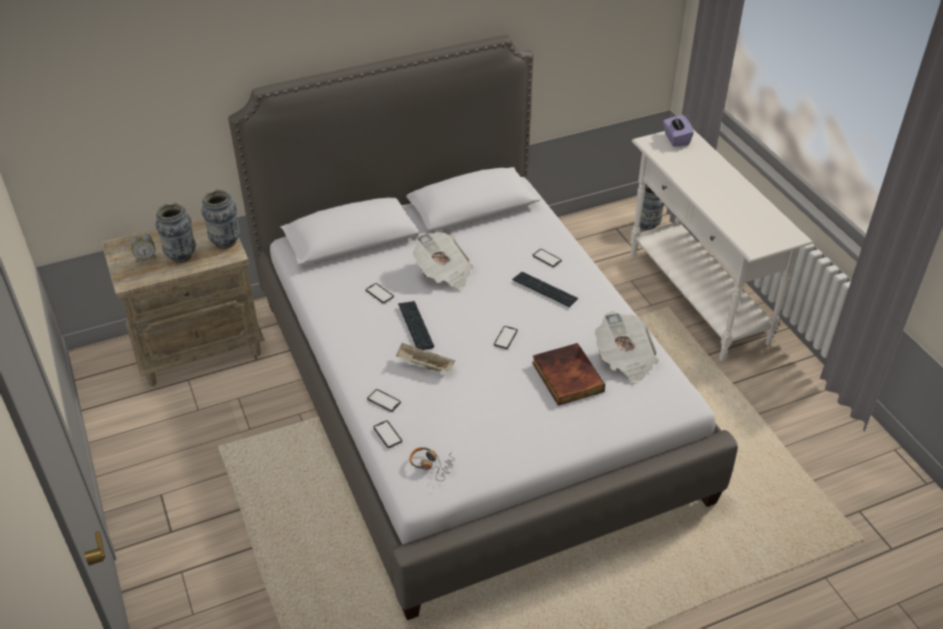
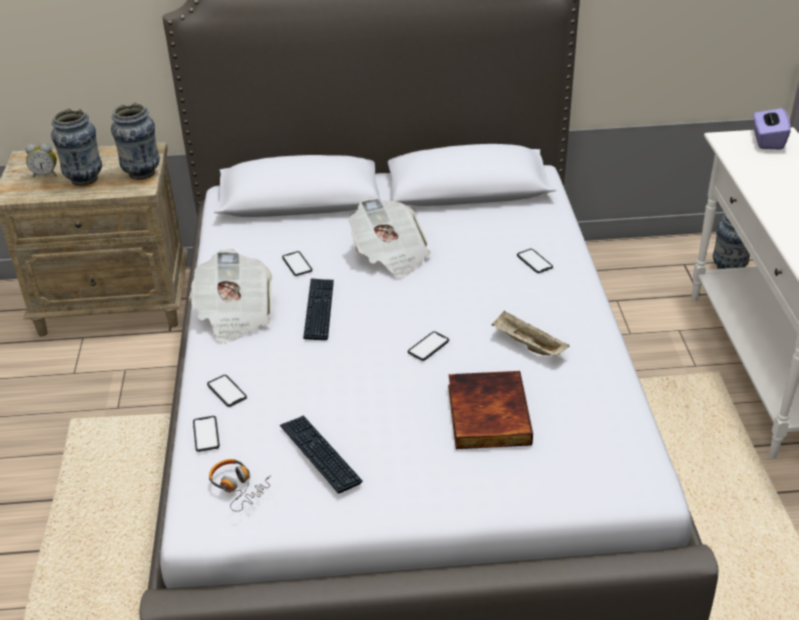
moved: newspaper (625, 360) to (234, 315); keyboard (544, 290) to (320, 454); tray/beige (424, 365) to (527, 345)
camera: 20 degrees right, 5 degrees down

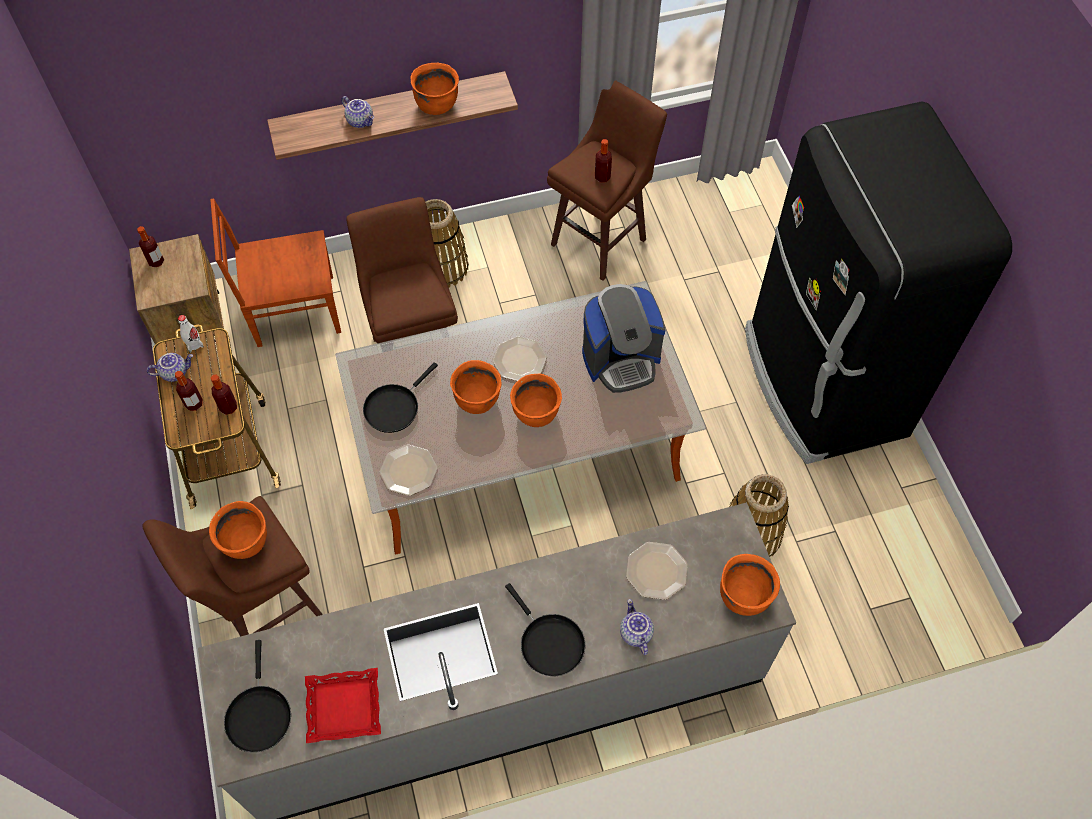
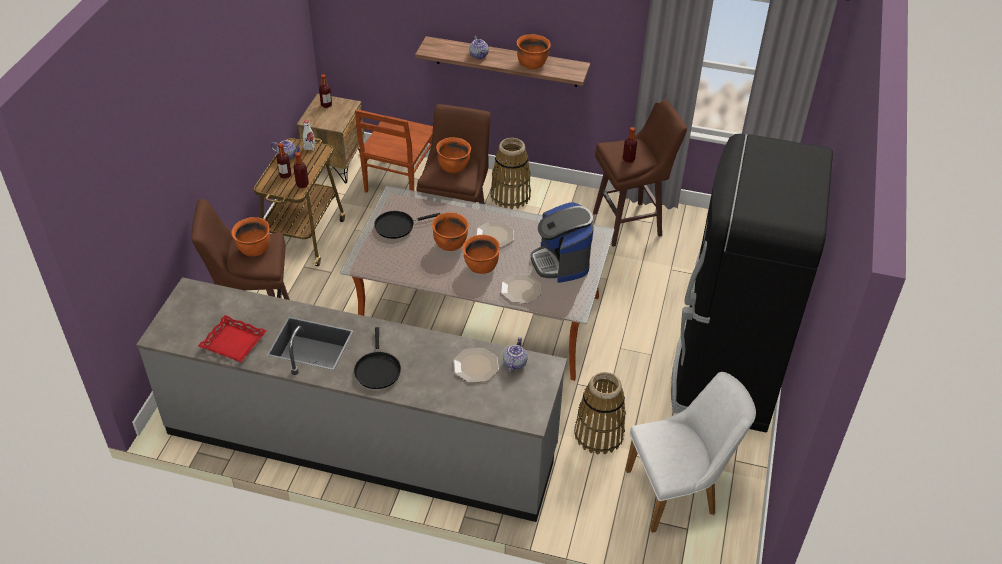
removed: frying pan/black (259, 715)
added: chair/white (679, 491)
moved: cooking pot/orange (743, 596) to (454, 167); plate (408, 471) to (520, 290); teapot (635, 633) to (514, 363)
turned: chair/brown (292, 311) = (399, 181) 90 degrees counterclockwise; coffee machine (621, 359) = (561, 262) 60 degrees clockwise
camera: 30 degrees right, 15 degrees down

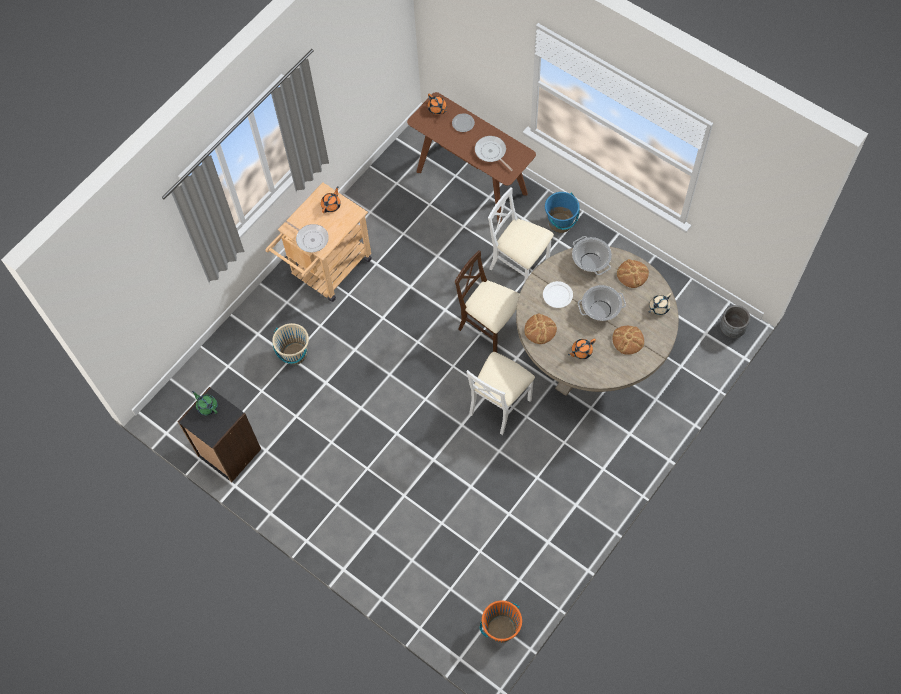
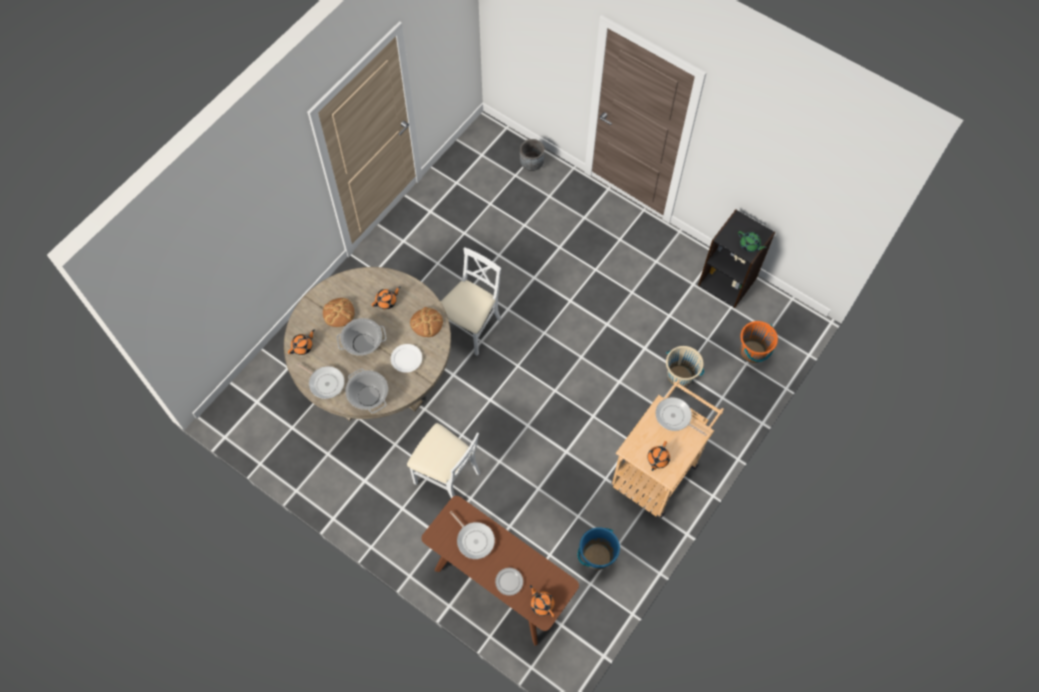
removed: chair/beige (489, 327)
moved: planter/grey (731, 329) to (532, 164); bucket/blue (560, 223) to (596, 556); bucket/orange (501, 628) to (752, 352)
replaced: bread (632, 274) to frying pan (325, 382)
recoloured: teapot/beige (658, 307) to teapot/orange (303, 346)
camera: 175 degrees right, 0 degrees up

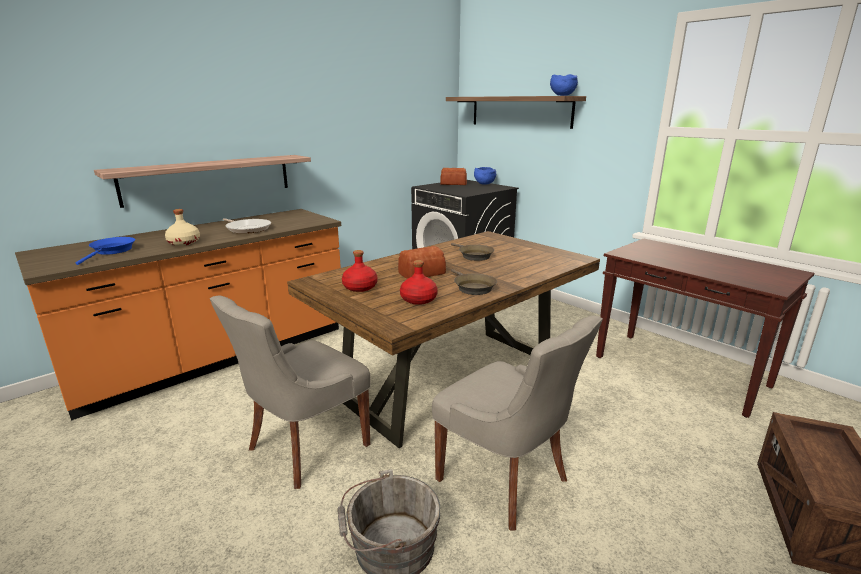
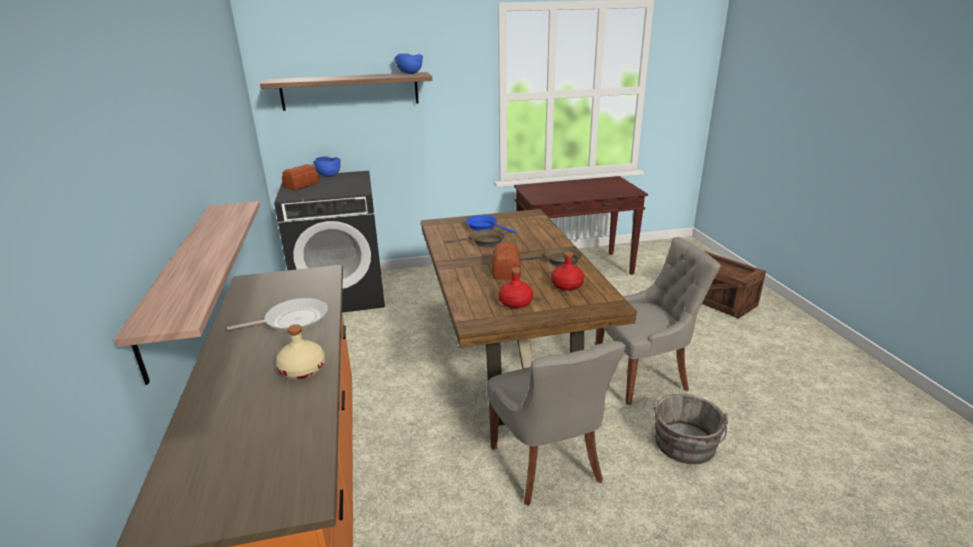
moved: frying pan/blue (112, 251) to (484, 227)
camera: 60 degrees left, 5 degrees up

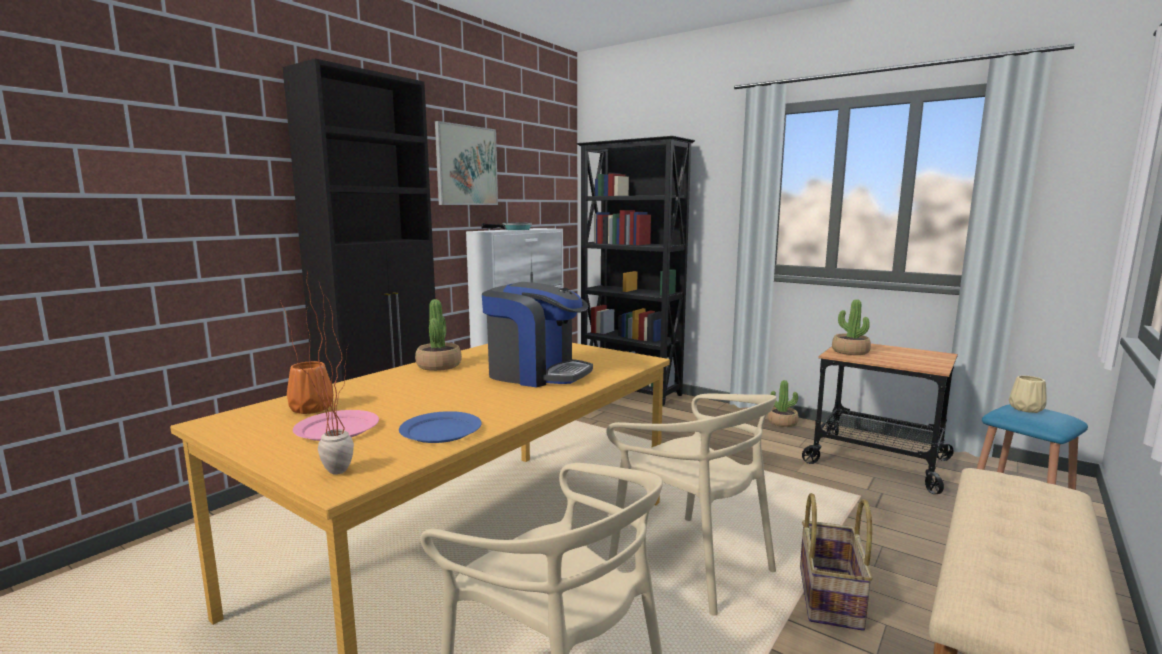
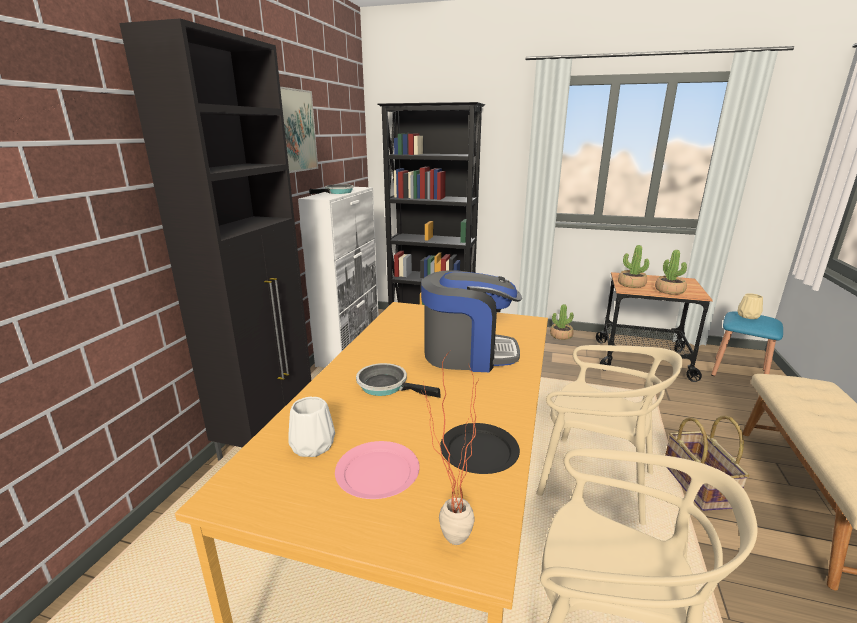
added: frying pan (386, 386)
moved: potted plant (439, 366) to (669, 290)
recoloured: vase/orange (310, 409) to vase/white (312, 447); plate/blue (441, 430) to plate/black (479, 450)
camera: 20 degrees left, 10 degrees up

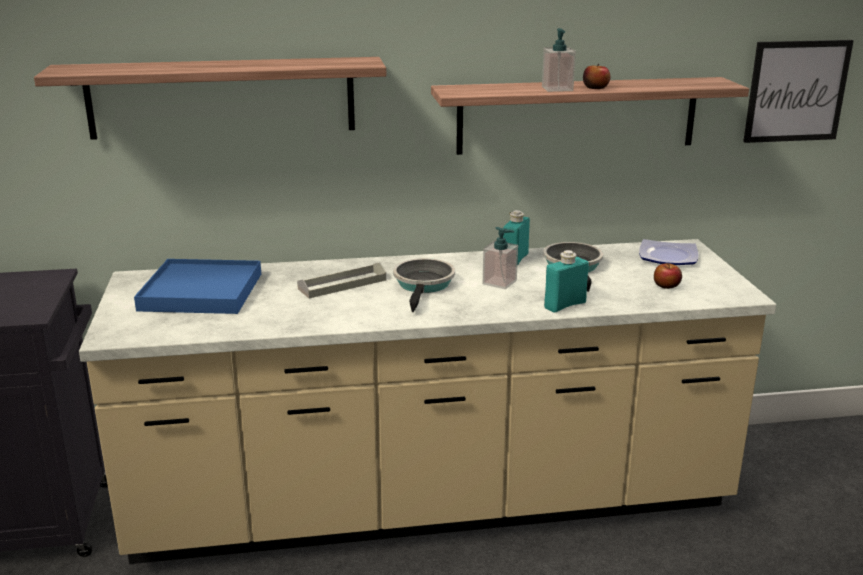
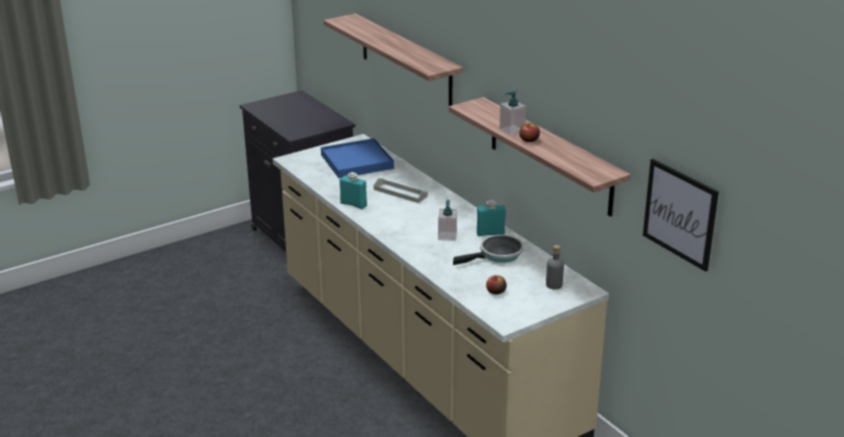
removed: frying pan (424, 285)
moved: bottle/turquoise (565, 305) to (353, 204)
replaced: plate (667, 256) to bottle/grey (554, 285)
camera: 65 degrees right, 5 degrees up

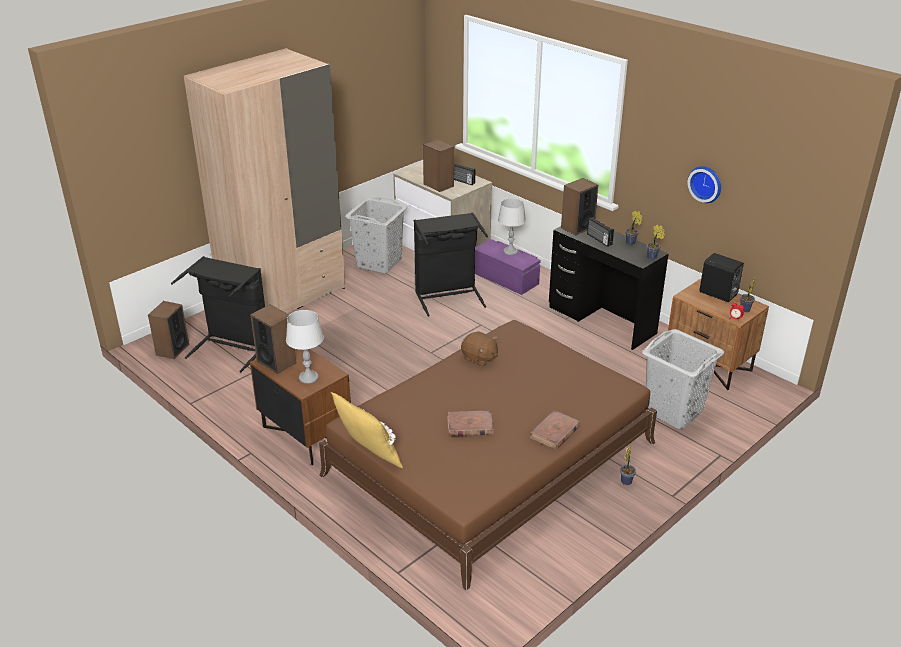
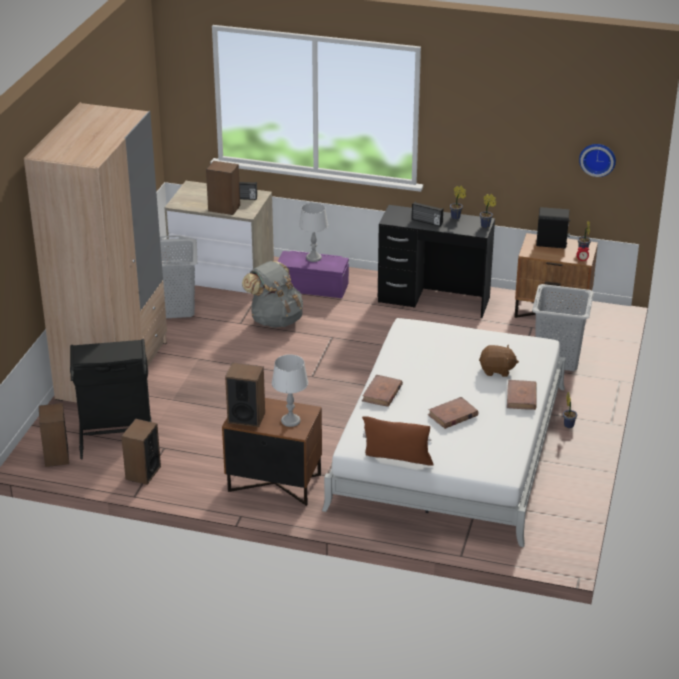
added: book/brown (382, 393)
moved: speaker (577, 227) to (143, 473); plush toy/brown (479, 358) to (497, 370); wall clock (706, 183) to (597, 159)
replaced: laundry basket/black (448, 296) to backpack/grey (275, 319)
recoloured: bed/brown (491, 458) to bed/white (450, 446); pillow/yellow (368, 456) to pillow/brown (396, 466)
camera: 30 degrees left, 0 degrees up

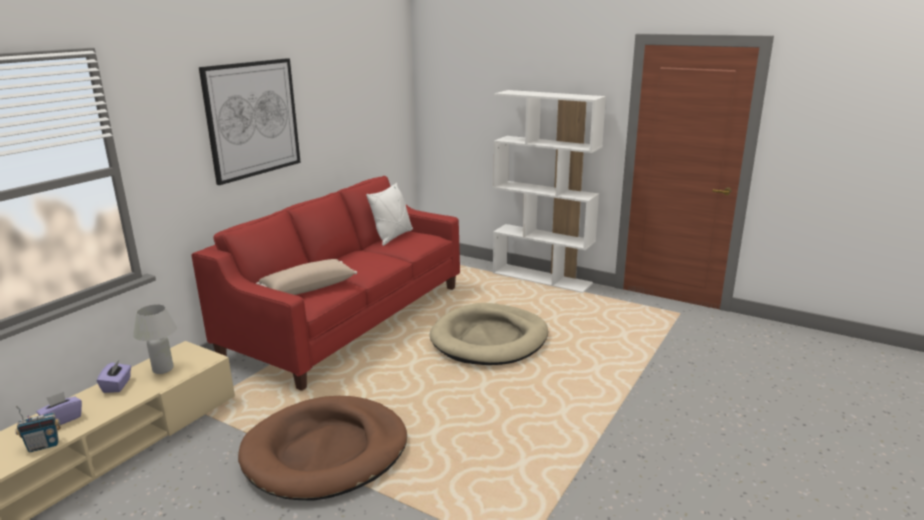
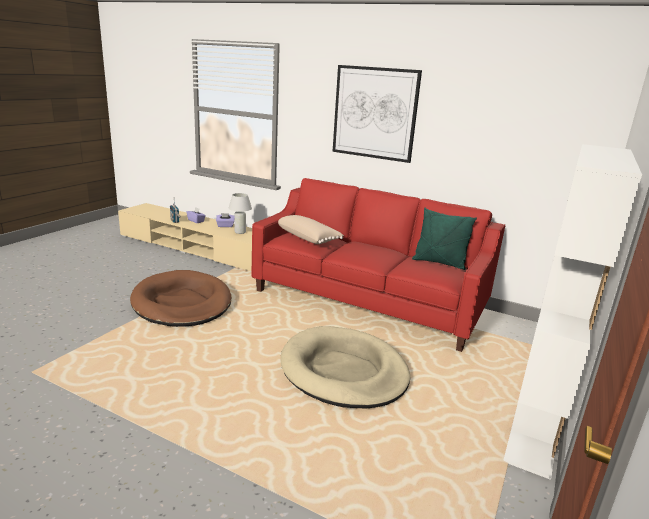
recoloured: pillow/white (392, 237) to pillow/green (439, 263)
camera: 85 degrees right, 0 degrees up

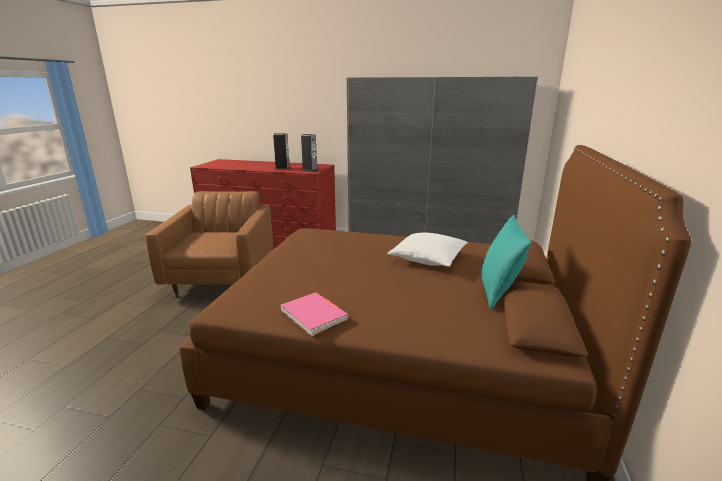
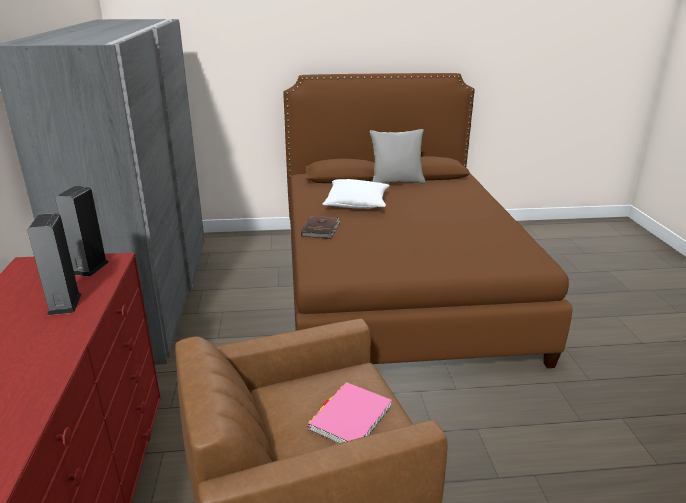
added: book/brown (321, 229)
moved: book/pink (314, 315) to (350, 418)
recoloured: pillow/turquoise (498, 292) to pillow/grey (396, 182)
camera: 110 degrees left, 5 degrees up

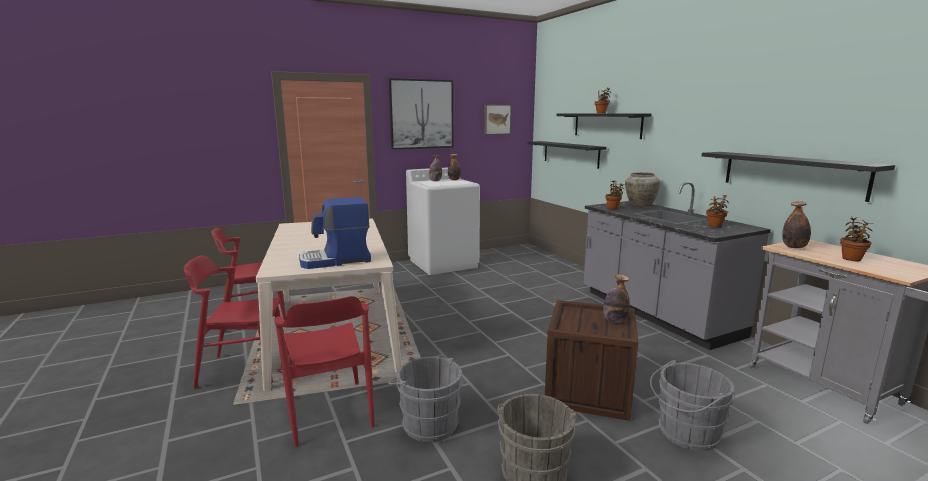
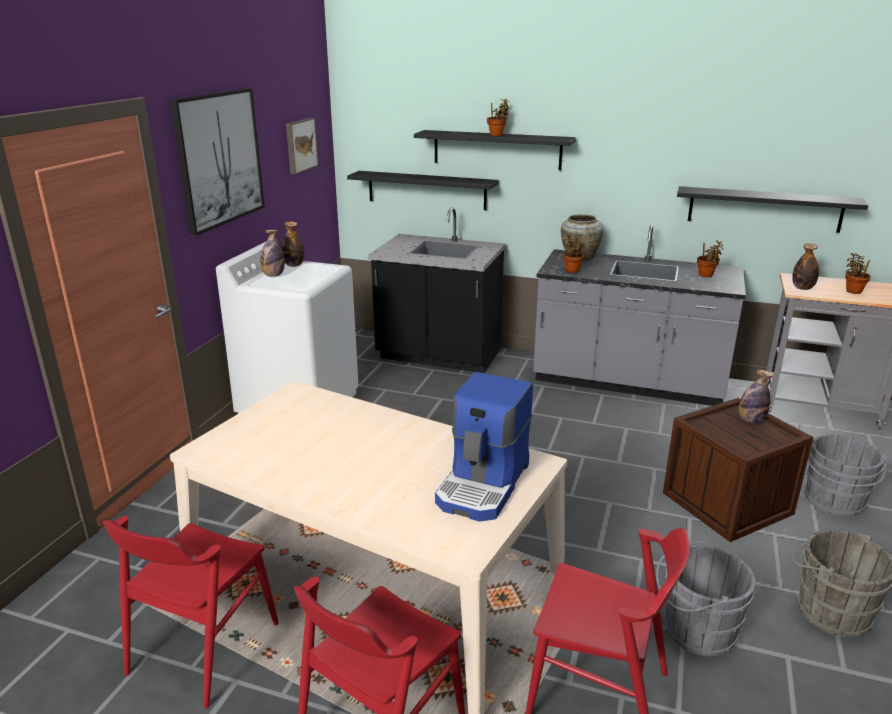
added: counter/black (438, 356)
camera: 45 degrees left, 10 degrees up

